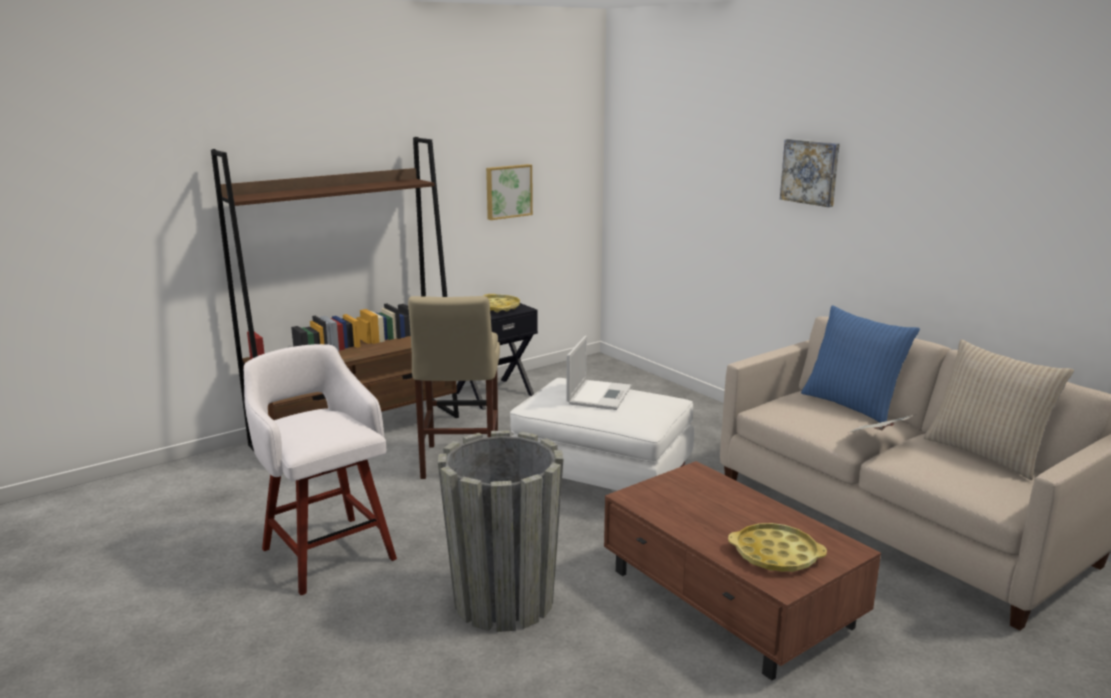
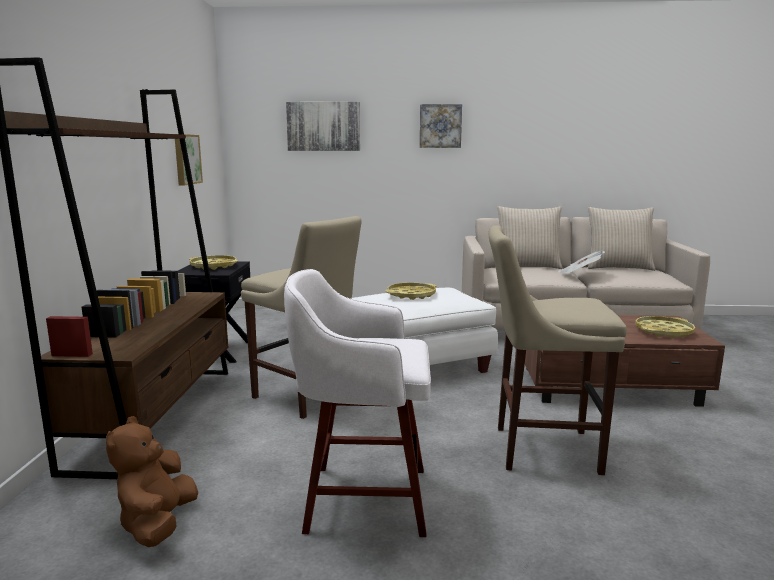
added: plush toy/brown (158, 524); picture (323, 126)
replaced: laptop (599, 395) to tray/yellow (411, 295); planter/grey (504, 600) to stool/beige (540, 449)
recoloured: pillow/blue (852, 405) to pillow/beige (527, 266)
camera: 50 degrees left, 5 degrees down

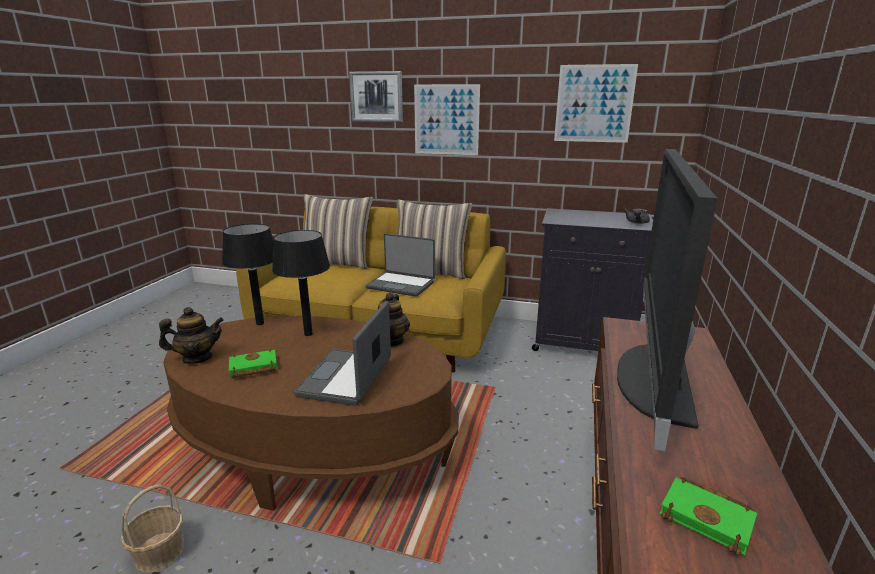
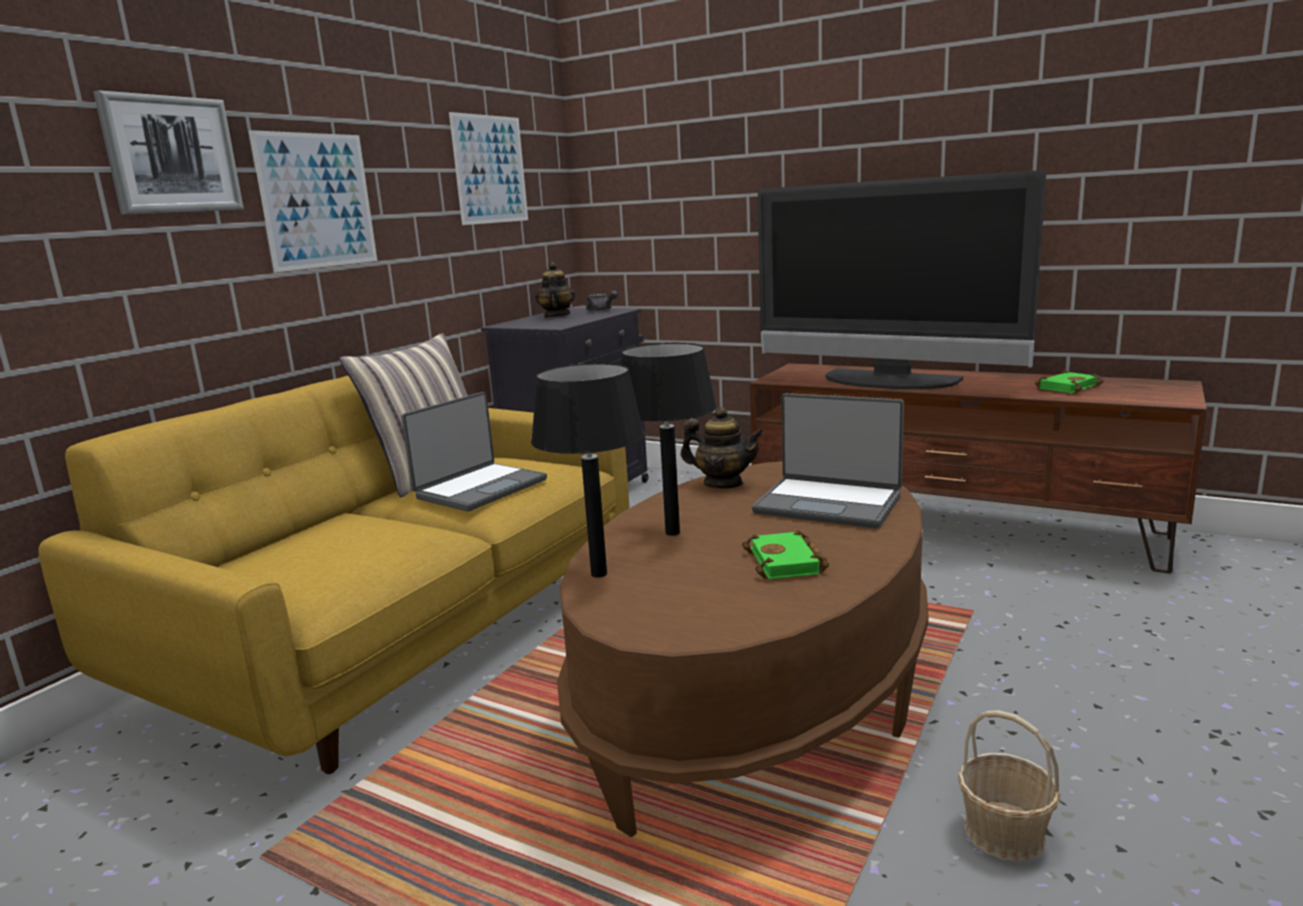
removed: pillow (337, 263)
moved: teapot (197, 358) to (556, 316)
camera: 75 degrees left, 5 degrees down

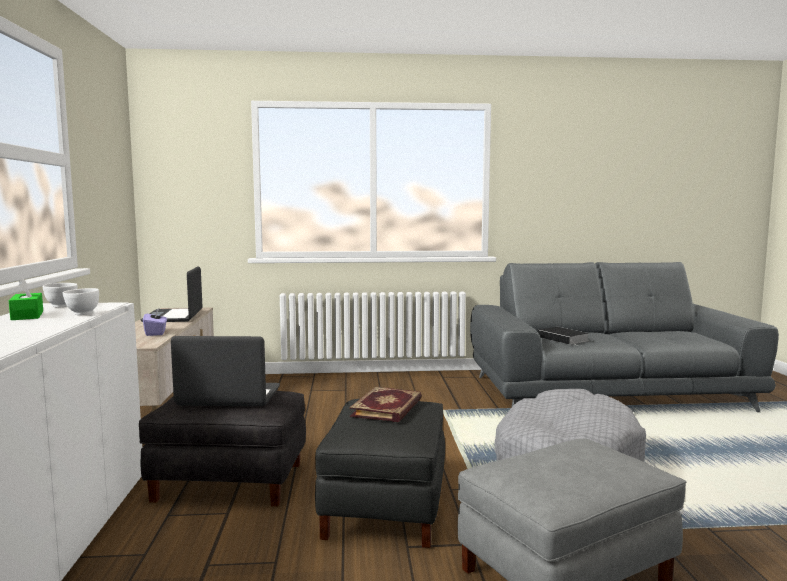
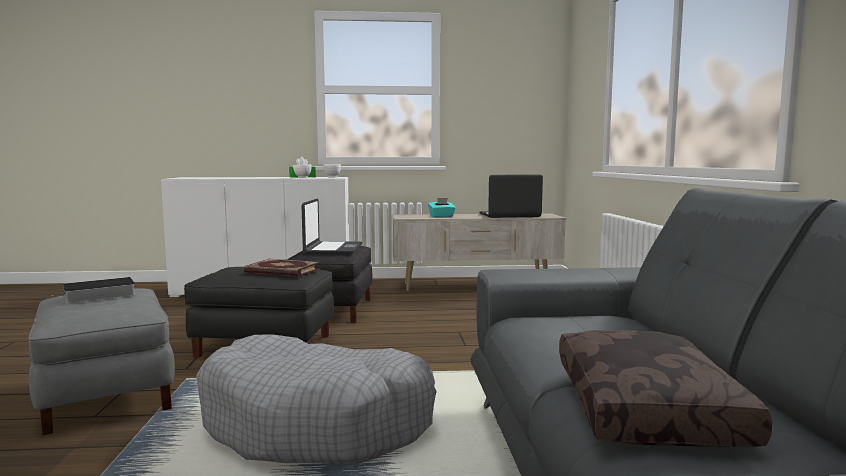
added: pillow/brown (648, 408)
moved: book (564, 339) to (97, 295)
recoloured: tissue box/purple (156, 333) to tissue box/turquoise (441, 217)
camera: 90 degrees right, 0 degrees up

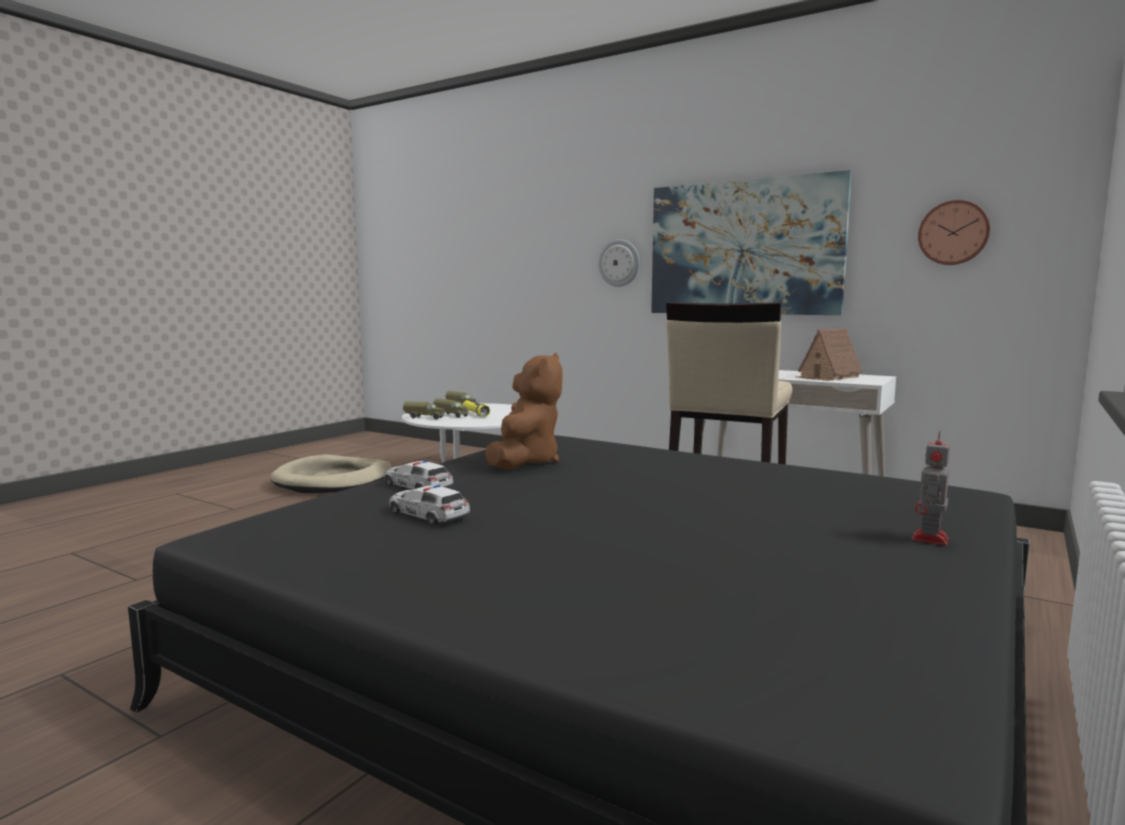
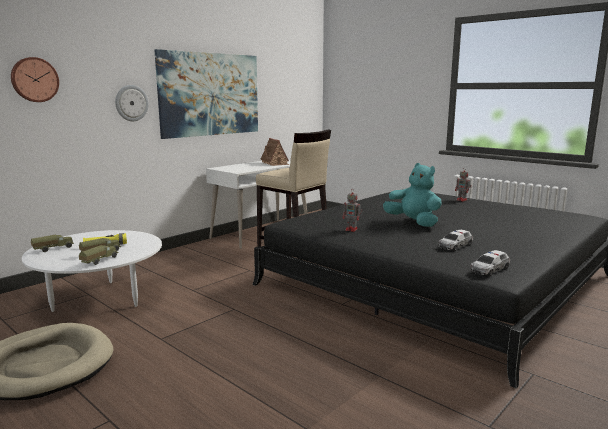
added: plush toy/turquoise (413, 222)
moved: wall clock (953, 233) to (34, 80); toy car (417, 486) to (489, 269)
replaced: plush toy/brown (524, 462) to toy robot (352, 229)
camera: 80 degrees left, 5 degrees up

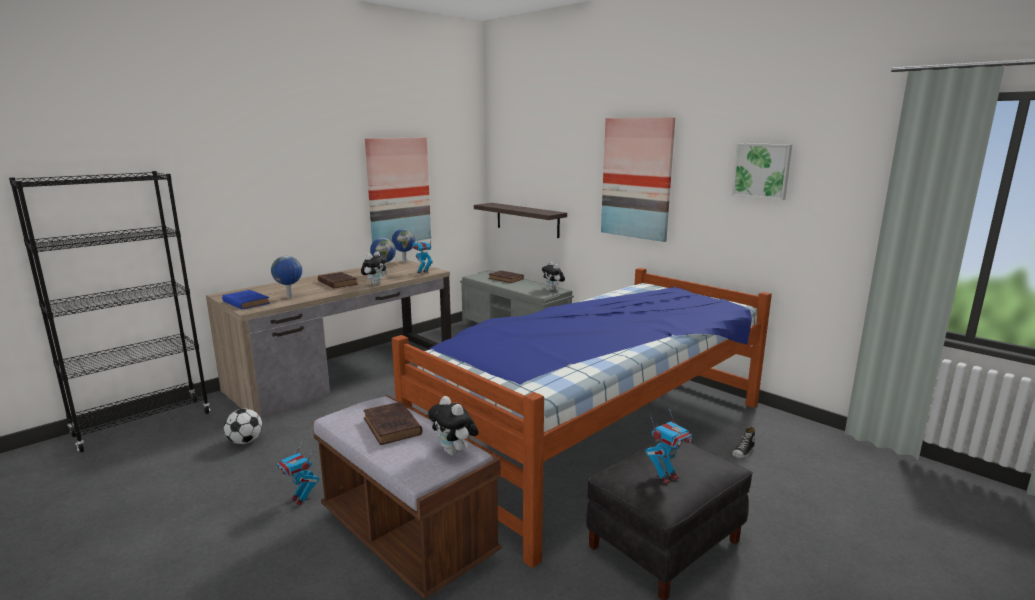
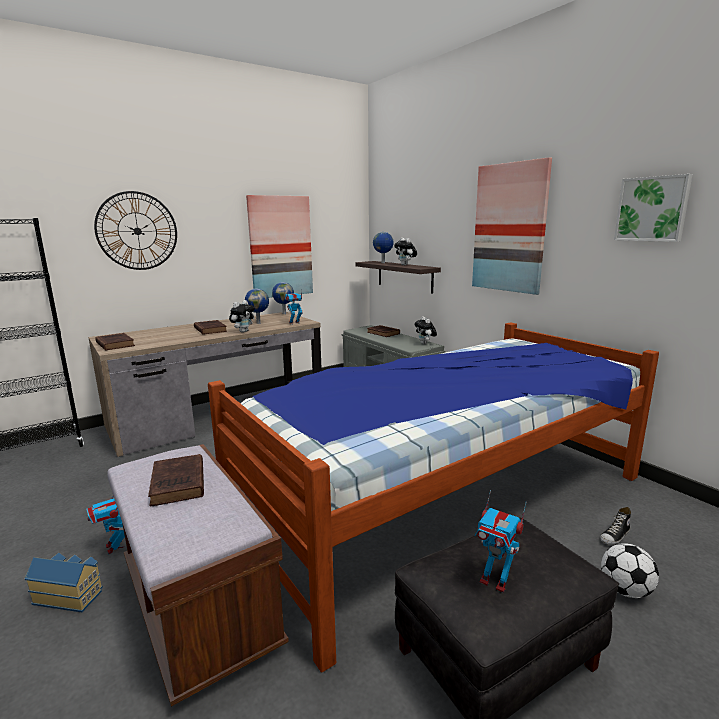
added: toy house (69, 595); wall clock (137, 231)
moved: globe (290, 297) to (383, 263); plush toy (454, 452) to (405, 265); football (245, 441) to (625, 590)
recoloured: book/blue (245, 302) to book/brown (115, 344)
turned: toy robot (666, 477) = (495, 581) 60 degrees clockwise
camera: 10 degrees right, 0 degrees up

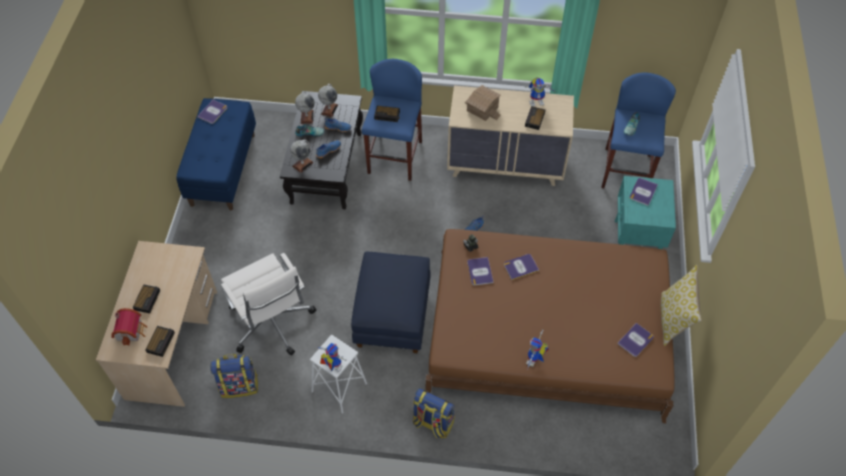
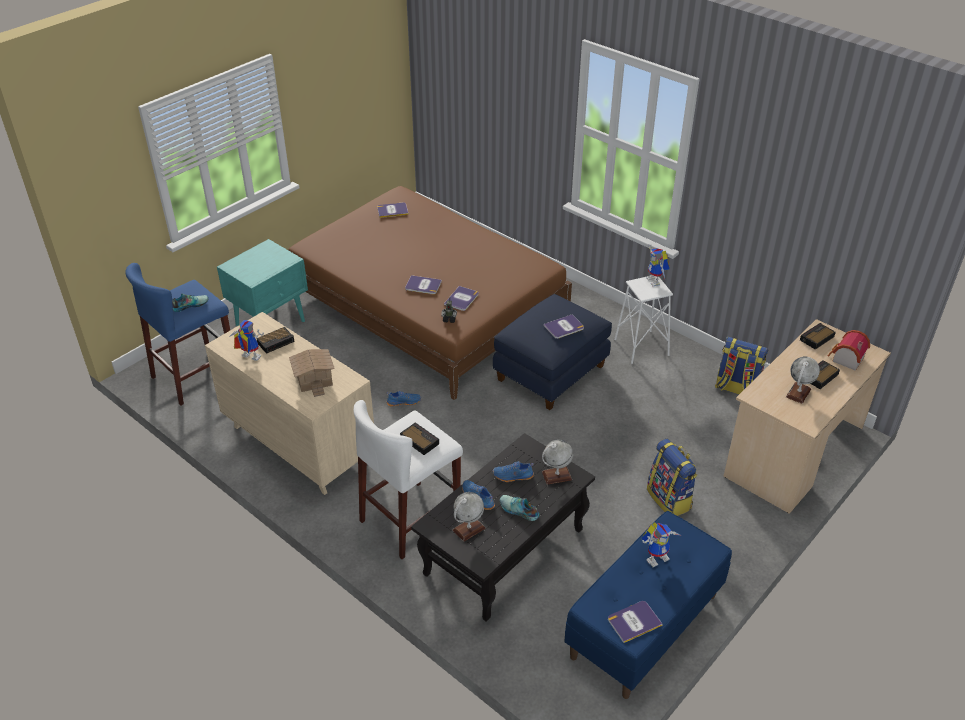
removed: office chair/white (272, 324); pillow (673, 320)
moved: book (643, 192) to (564, 327); toy robot (534, 361) to (657, 556); backpack (432, 423) to (670, 499); globe (307, 117) to (798, 393)
recoloured: stool/blue (395, 157) to stool/white (410, 519)
camera: 145 degrees left, 15 degrees down

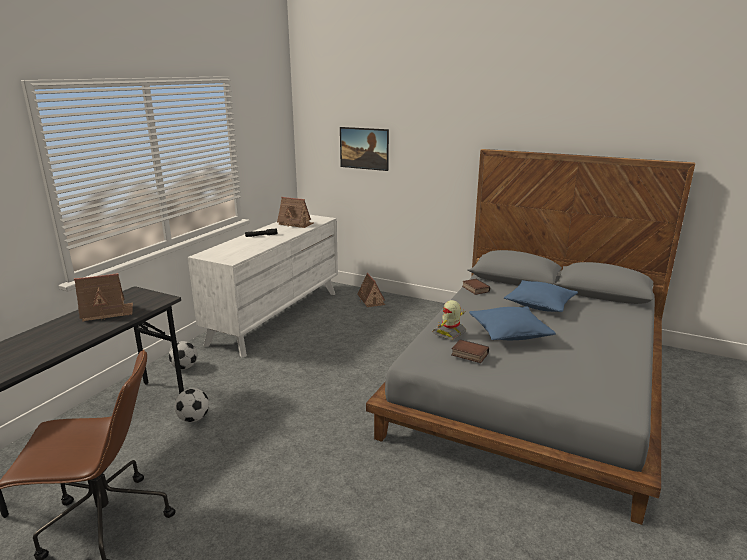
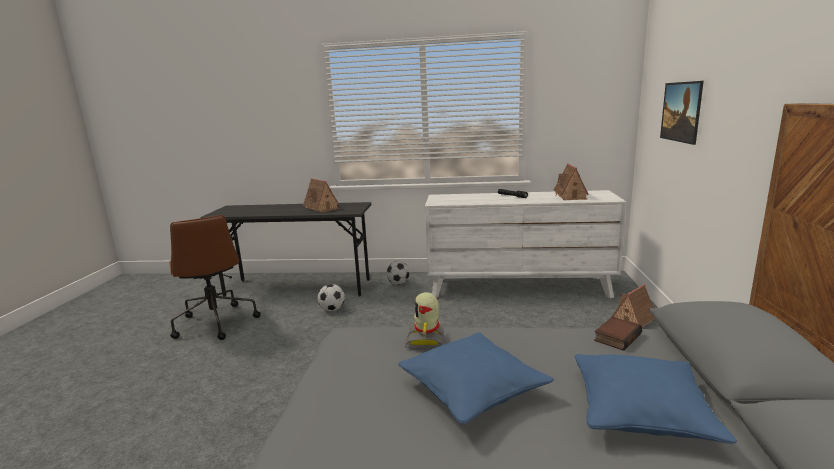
removed: book (469, 354)
turned: toy robot (449, 333) = (426, 340) 105 degrees counterclockwise
camera: 70 degrees right, 5 degrees down

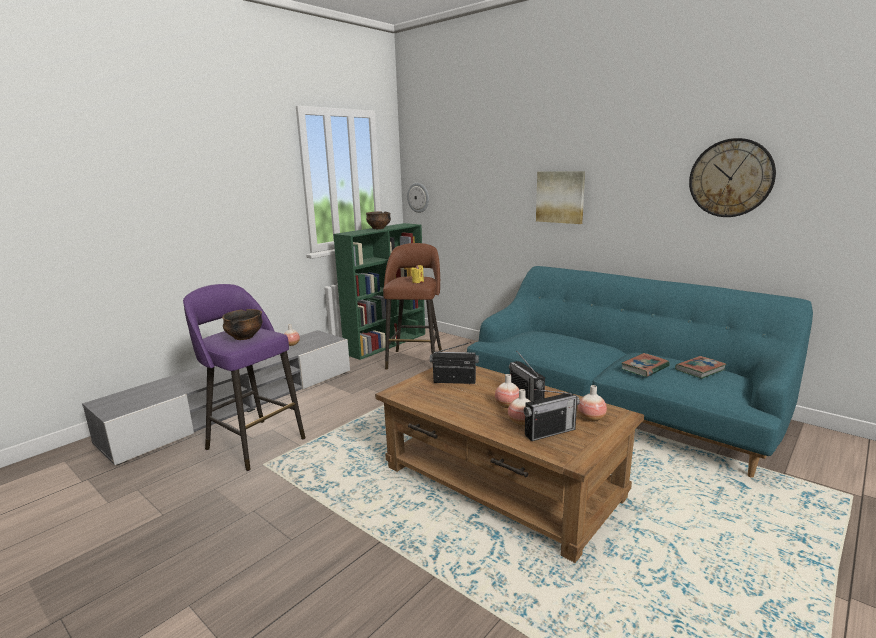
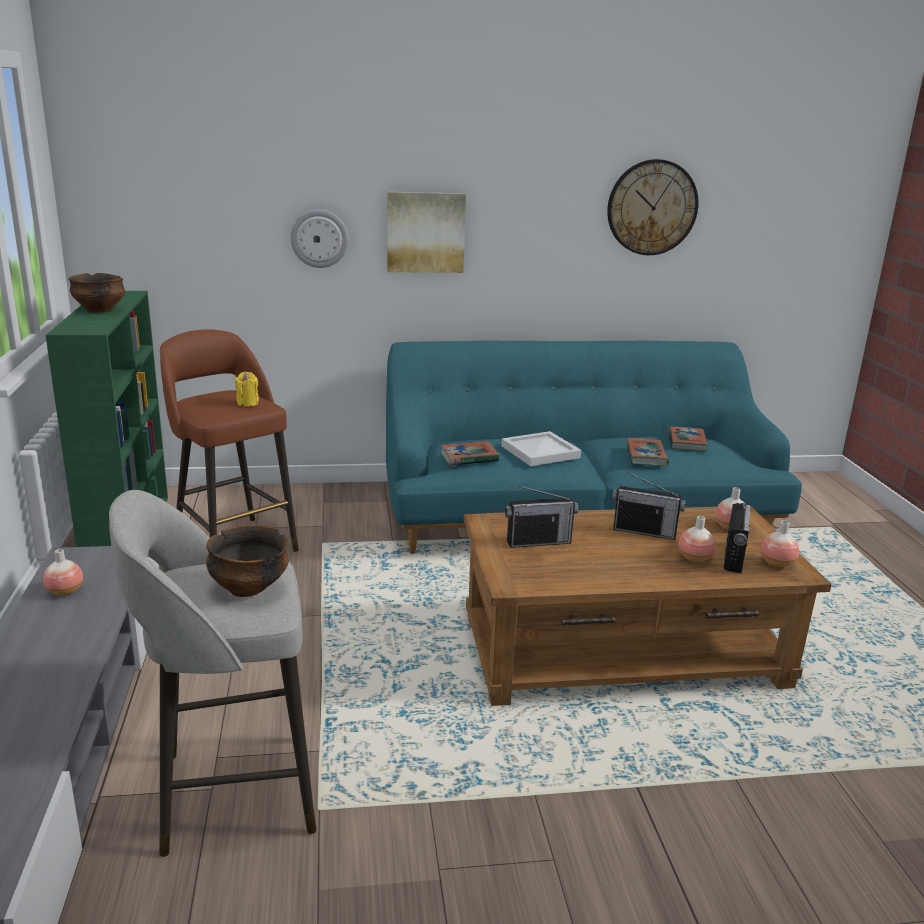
added: book (469, 457); tray/white (539, 451)
moved: wall clock (418, 197) to (319, 238); vase (507, 405) to (777, 563)
recoloured: stool/purple (254, 443) to stool/grey (231, 793)
turned: radio (454, 381) = (538, 542) 150 degrees counterclockwise
camera: 50 degrees left, 5 degrees up

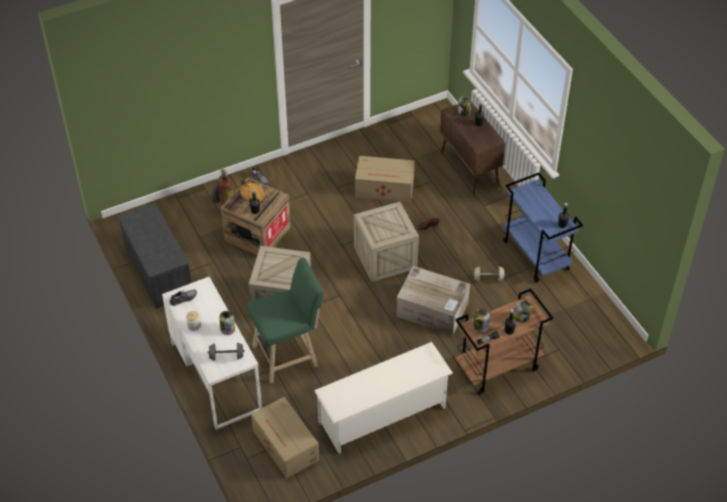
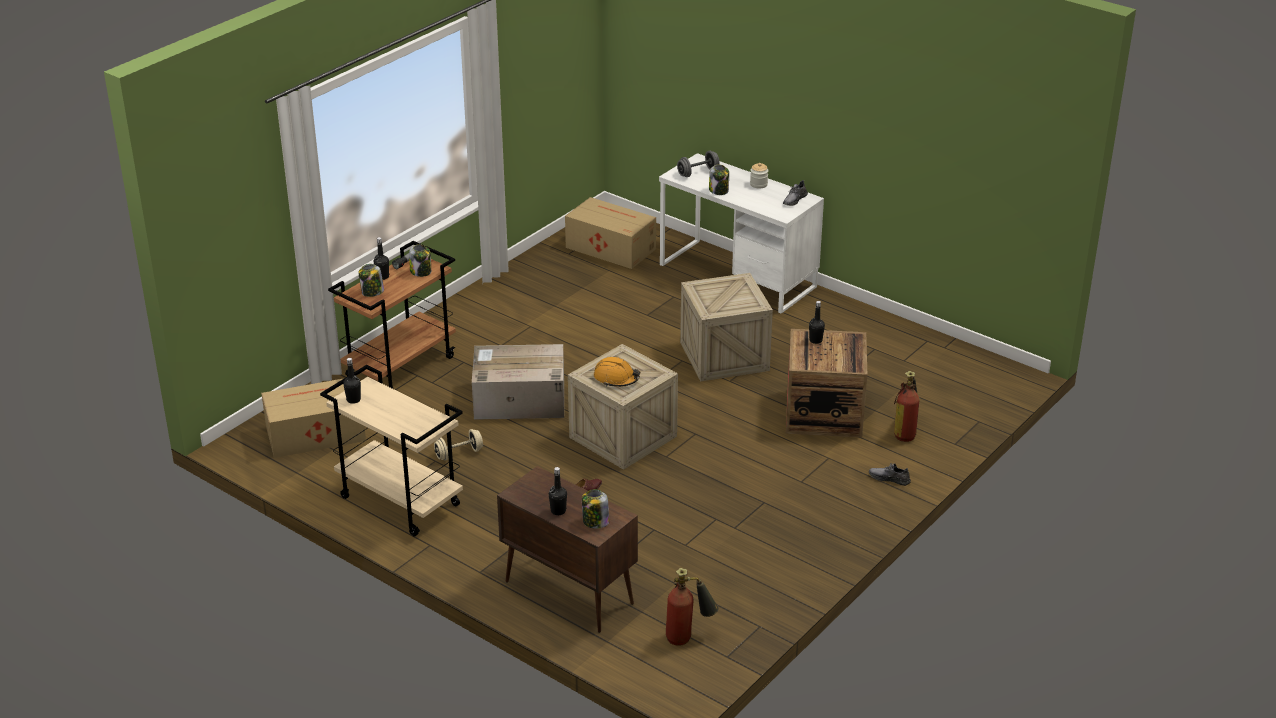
removed: bench/grey (157, 271); stool/green (288, 355); shoe rack/white (383, 415)
added: fire extinguisher (688, 637)
moved: cardboard box (385, 188) to (314, 434); hard hat/orange (251, 195) to (616, 378)
recoloured: cart/blue (536, 255) to cart/beige (398, 501)
camera: 155 degrees right, 15 degrees down

